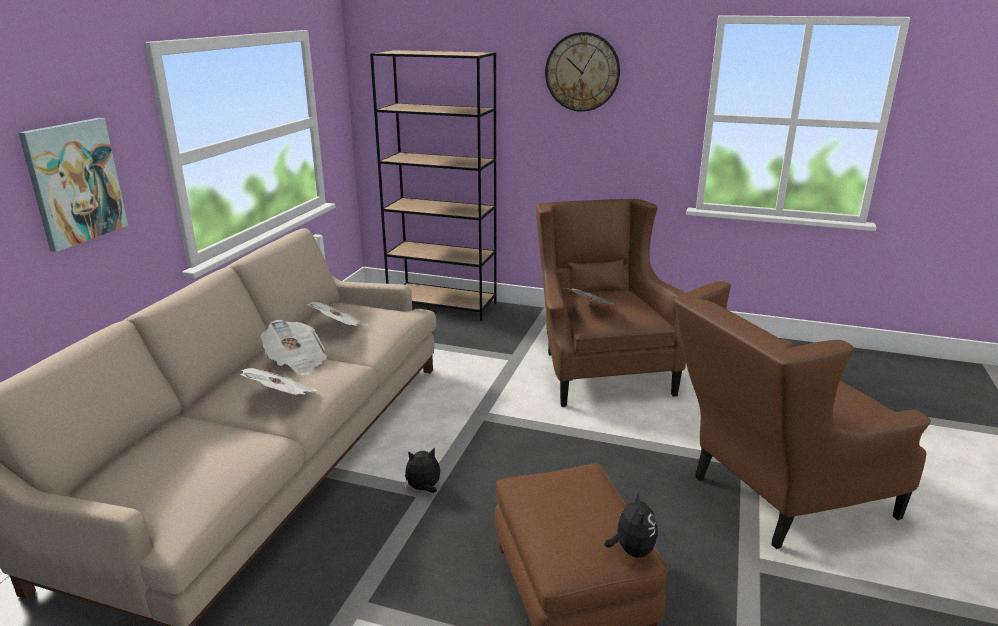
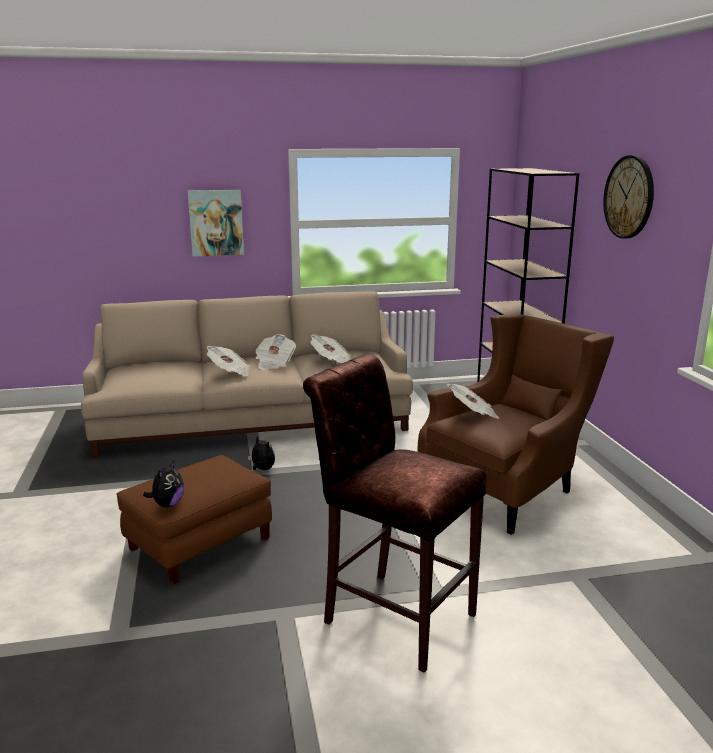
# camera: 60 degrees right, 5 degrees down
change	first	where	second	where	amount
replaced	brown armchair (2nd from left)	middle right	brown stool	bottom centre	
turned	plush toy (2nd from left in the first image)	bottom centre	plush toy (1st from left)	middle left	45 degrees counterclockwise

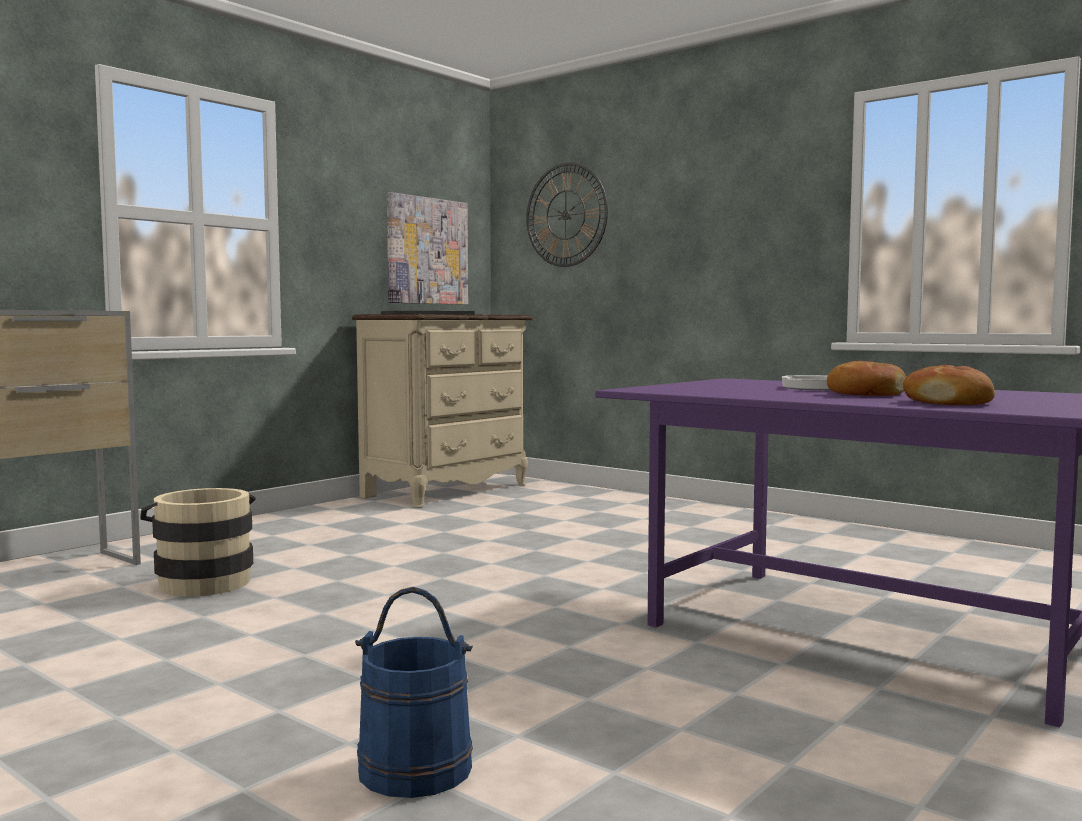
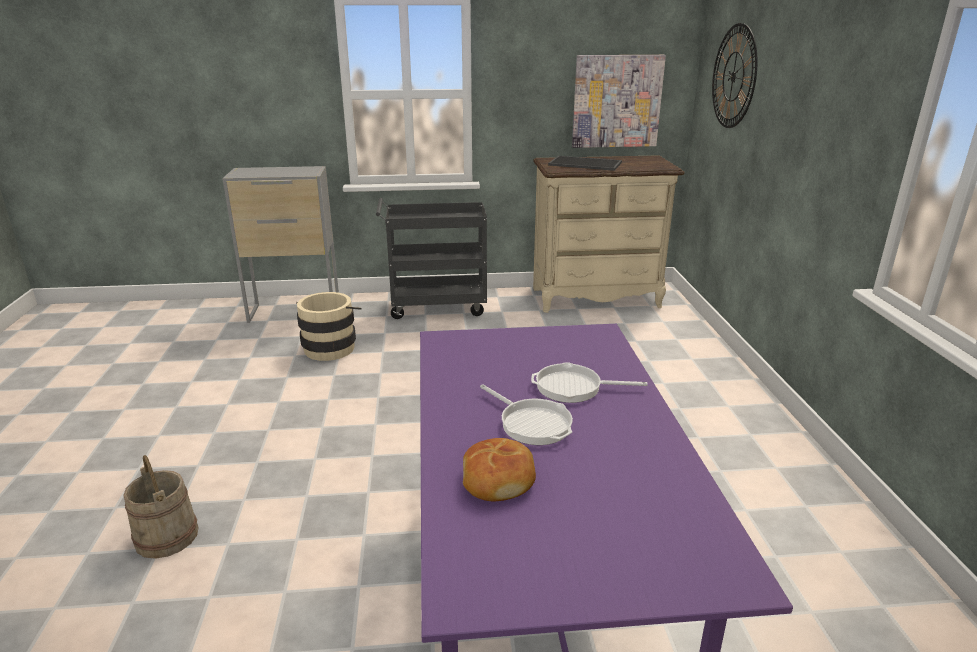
# camera: 45 degrees right, 20 degrees up
change	first	where	second	where	amount
replaced	bread (1st from left)	middle right	frying pan (1st from left)	centre	
recoloured	blue bucket	bottom centre	beige bucket (1st from left)	bottom left	
added			grey cart	centre	

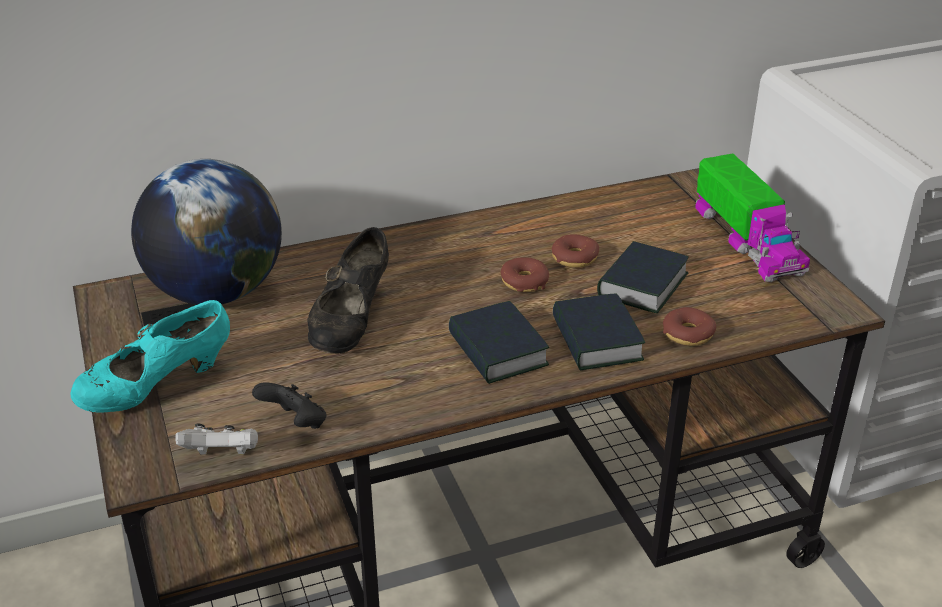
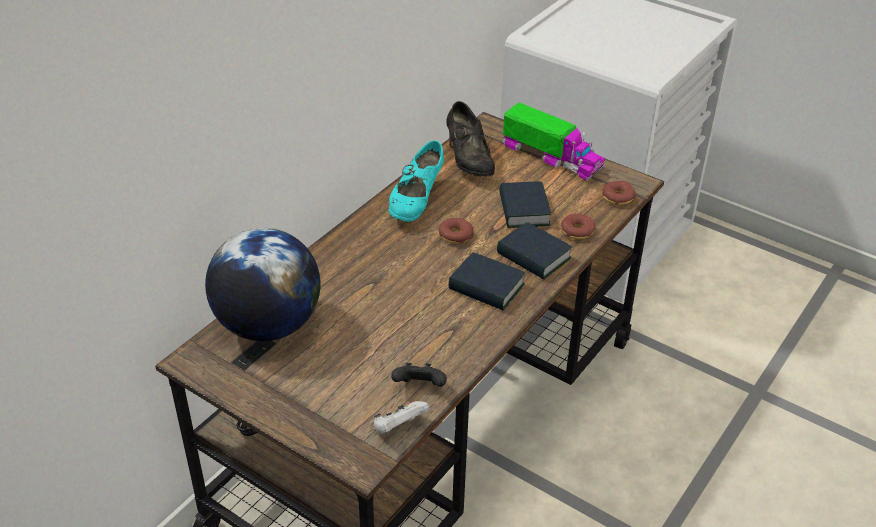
# camera: 35 degrees left, 5 degrees up
change	first	where	second	where	amount
moved	black shoe	centre		top centre	
moved	donut (2nd from left in the first image)	centre	donut (3rd from left)	middle right	
moved	turquoise shoe	middle left		centre	

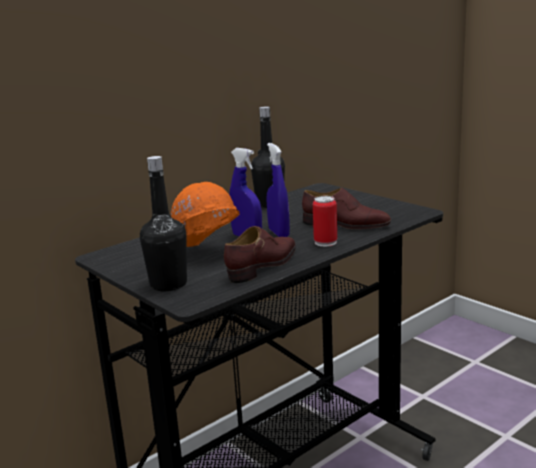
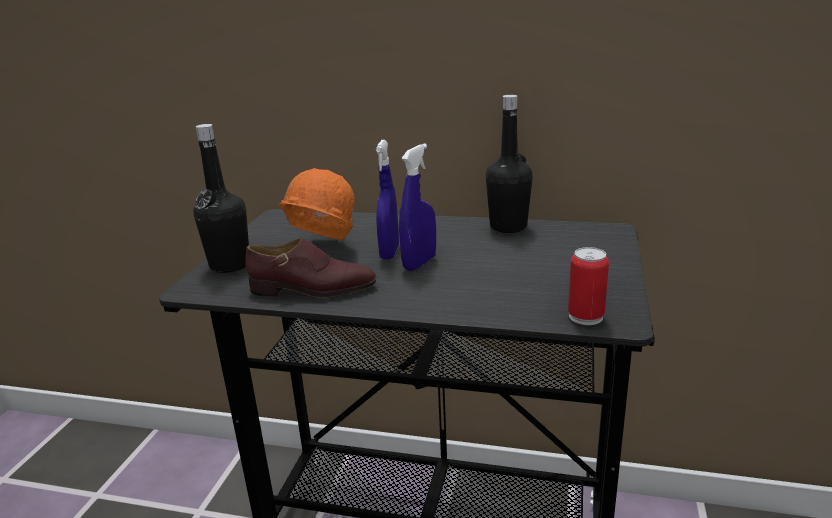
# camera: 55 degrees right, 5 degrees up
change	first	where	second	where	amount
removed	brown shoe (2nd from left)	centre			
moved	can	centre		middle right	

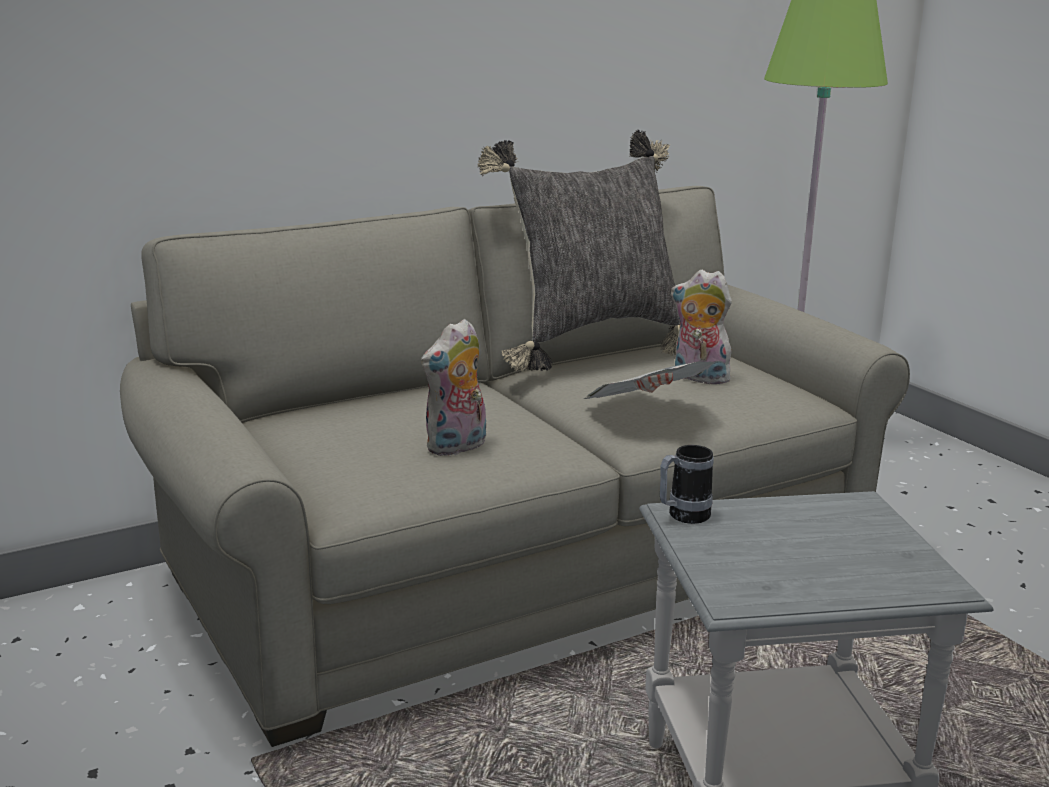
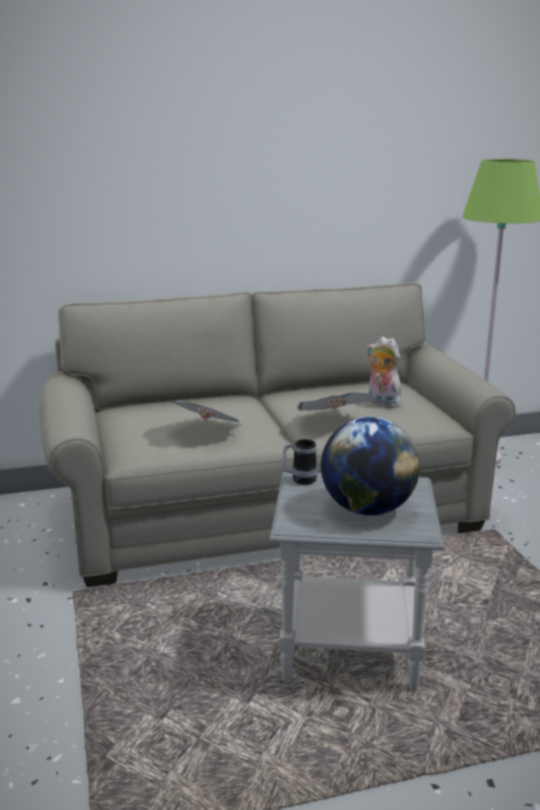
# camera: 15 degrees right, 0 degrees up
change	first	where	second	where	amount
removed	pillow	top centre			
replaced	plush toy (1st from left)	centre	newspaper (1st from left)	centre	
added			globe	middle right	

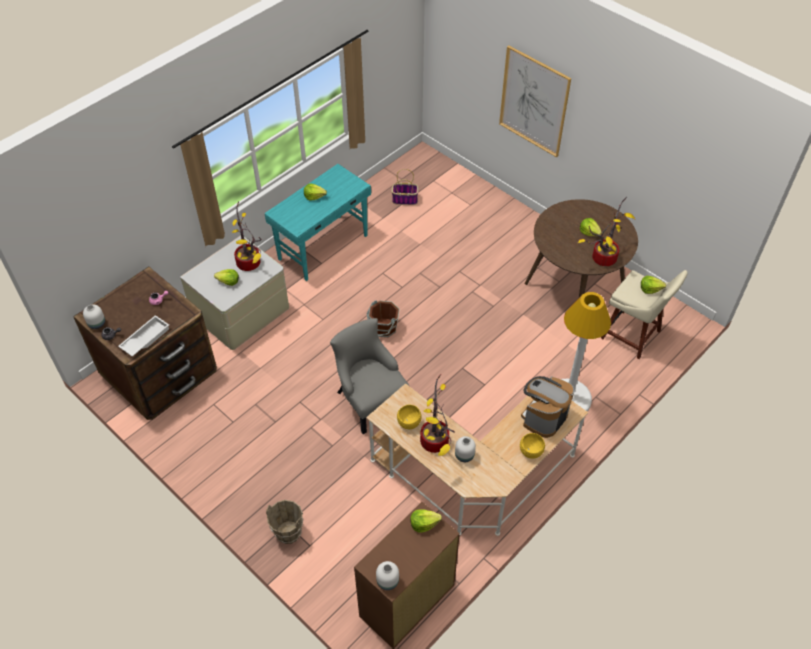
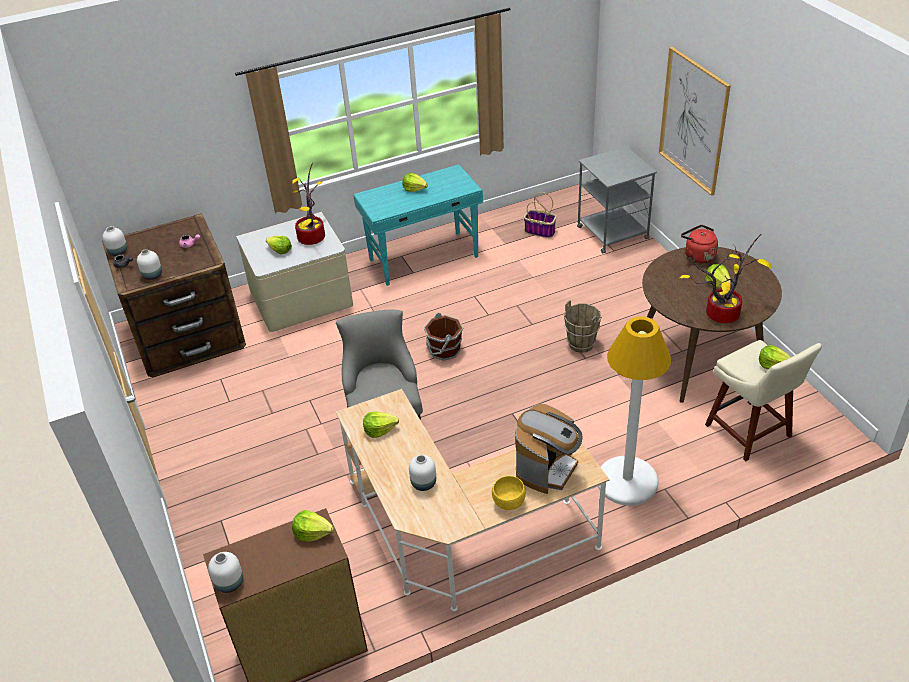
# camera: 25 degrees right, 10 degrees down
change	first	where	second	where	amount
replaced	white tray	middle left	white vase (2nd from left)	middle left	
removed	potted plant (2nd from left)	centre			
turned	coffee machine	middle right		centre	150 degrees clockwise
replaced	yellow bowl (1st from left)	centre	lettuce (3rd from left)	centre	
moved	brown bucket (1st from left in the first image)	bottom centre	brown bucket (2nd from left)	centre	
added			grey cart	top right	
added			red kettle	middle right	

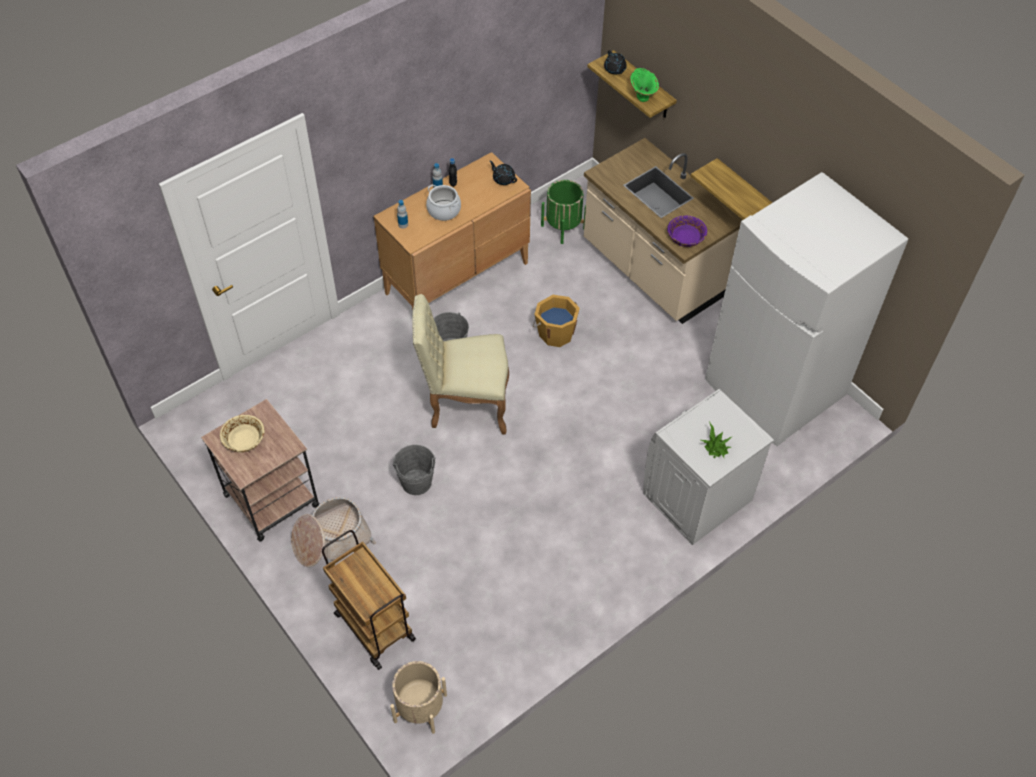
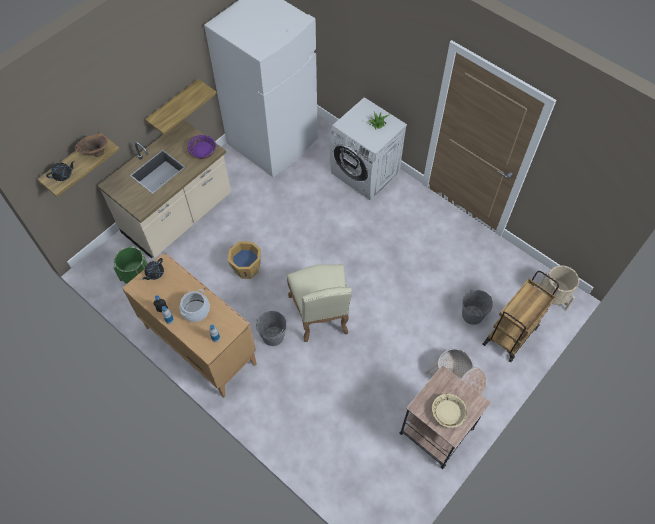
# camera: 100 degrees left, 5 degrees up
change	first	where	second	where	amount
recoloured	green vase	top centre	brown vase	top left	
moved	grey bucket (1st from left in the first image)	centre	grey bucket (2nd from left)	middle right	

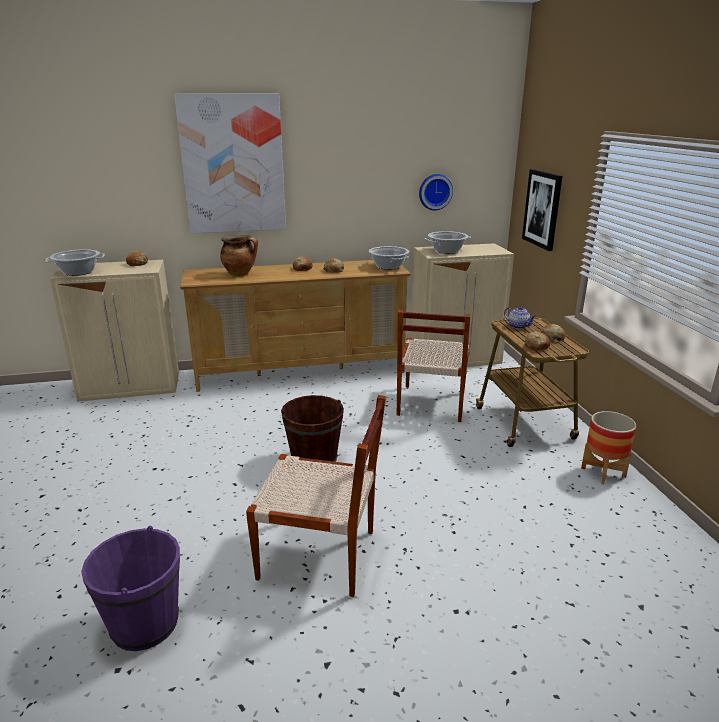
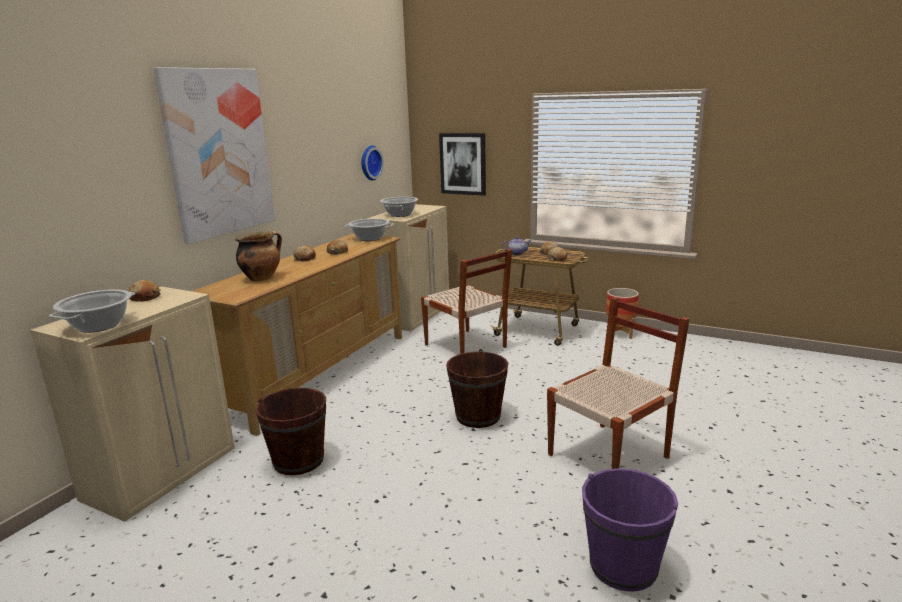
# camera: 50 degrees left, 5 degrees down
change	first	where	second	where	amount
added			brown bucket (1st from left)	bottom left	

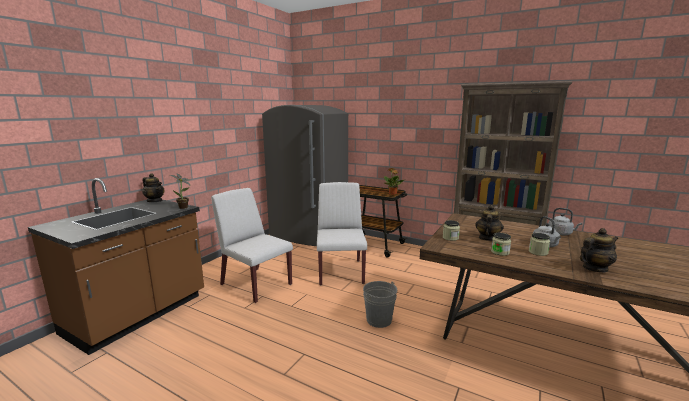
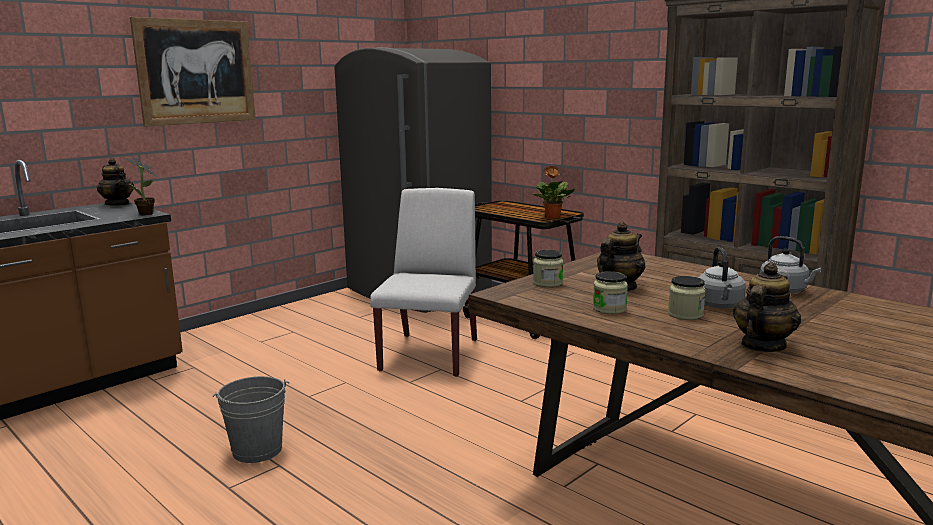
# camera: 15 degrees right, 0 degrees up
change	first	where	second	where	amount
removed	white chair (1st from left)	centre			
turned	teapot (3rd from left)	middle right		middle right	45 degrees counterclockwise
moved	grey bucket	bottom centre		bottom left	
added			picture	top left	

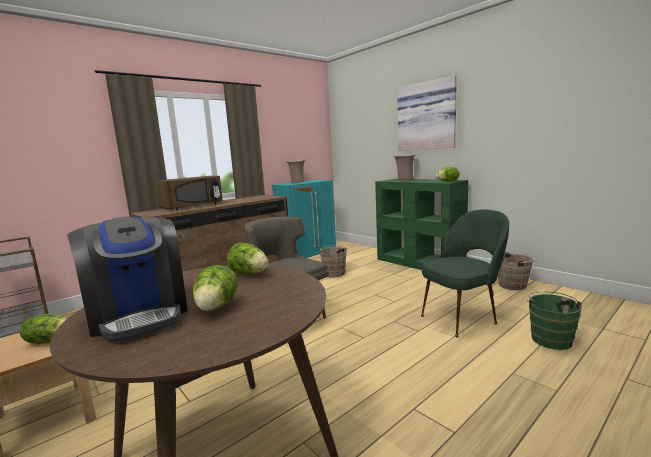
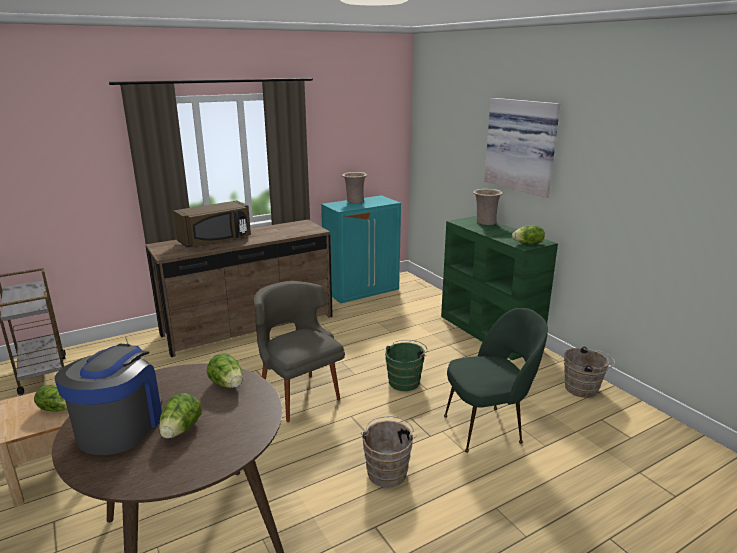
# camera: 10 degrees right, 10 degrees up
change	first	where	second	where	amount
turned	coffee machine	middle left		bottom left	150 degrees counterclockwise
moved	brown bucket (1st from left)	centre		bottom centre	
moved	green bucket	bottom right		centre	

